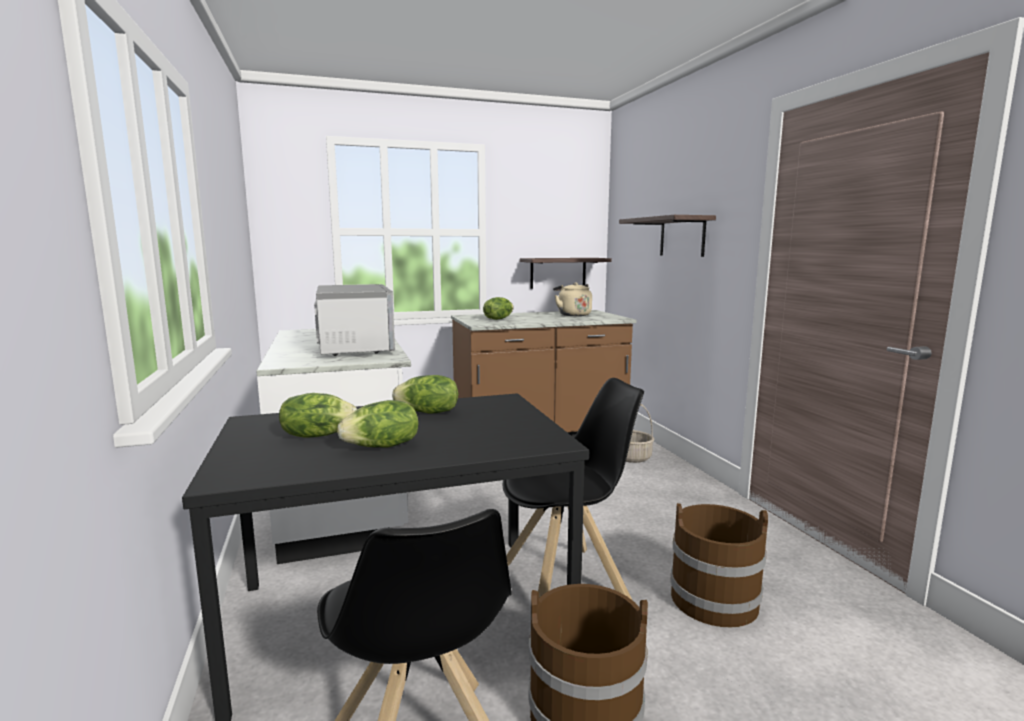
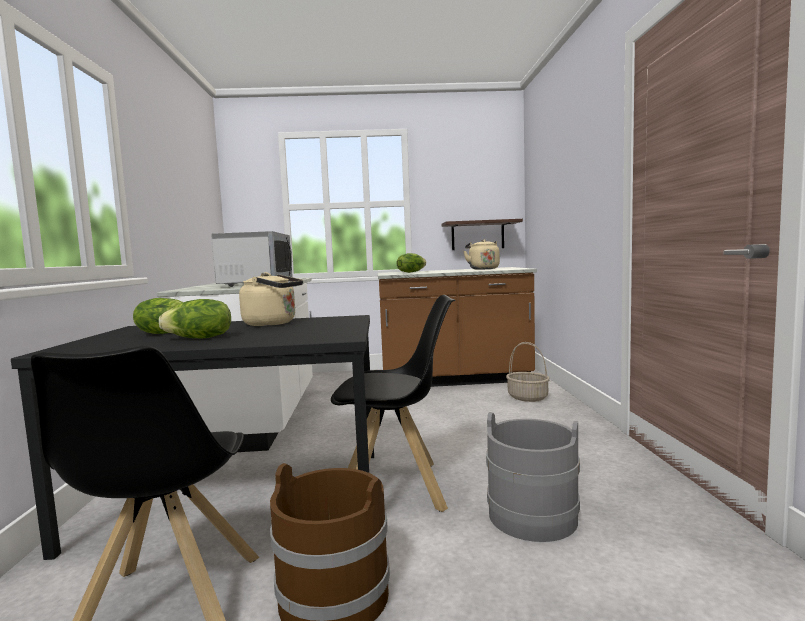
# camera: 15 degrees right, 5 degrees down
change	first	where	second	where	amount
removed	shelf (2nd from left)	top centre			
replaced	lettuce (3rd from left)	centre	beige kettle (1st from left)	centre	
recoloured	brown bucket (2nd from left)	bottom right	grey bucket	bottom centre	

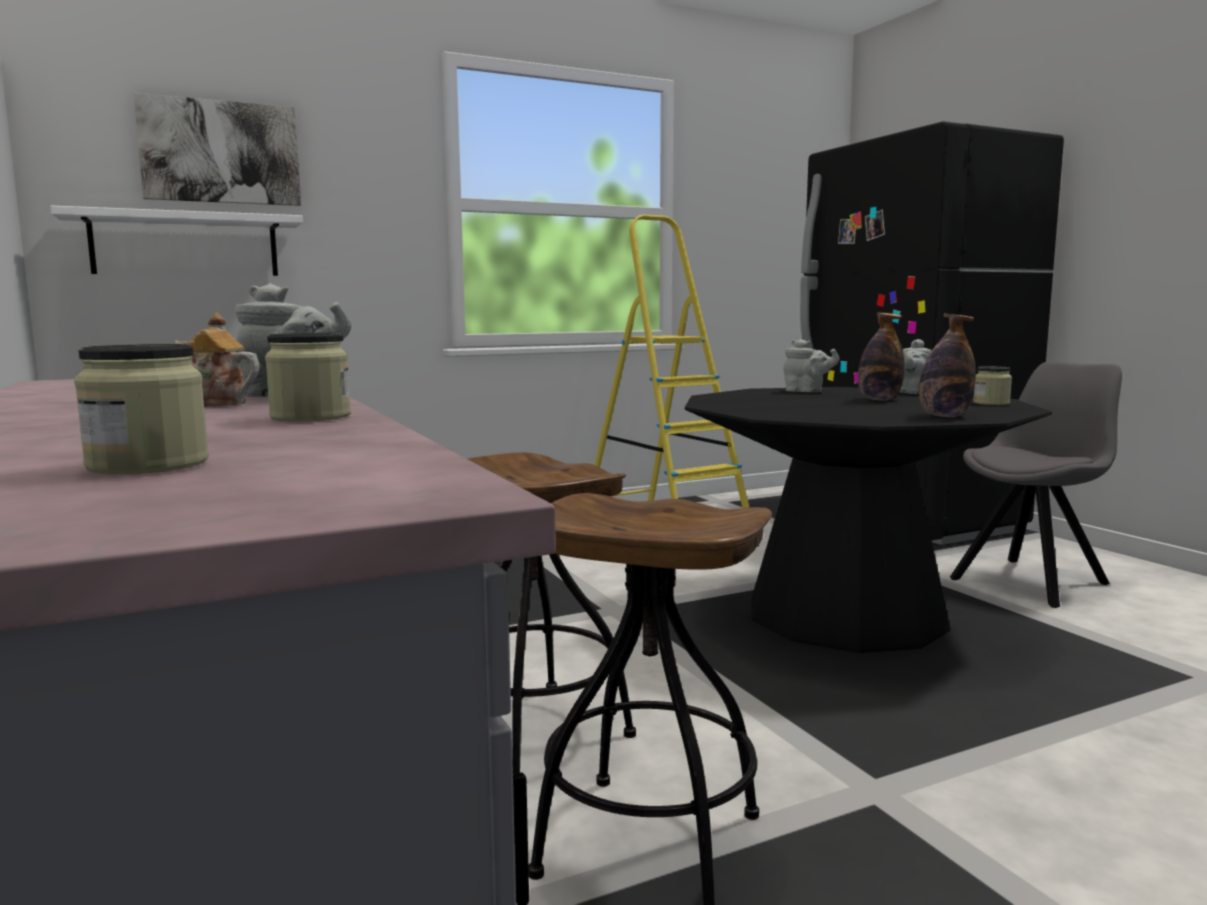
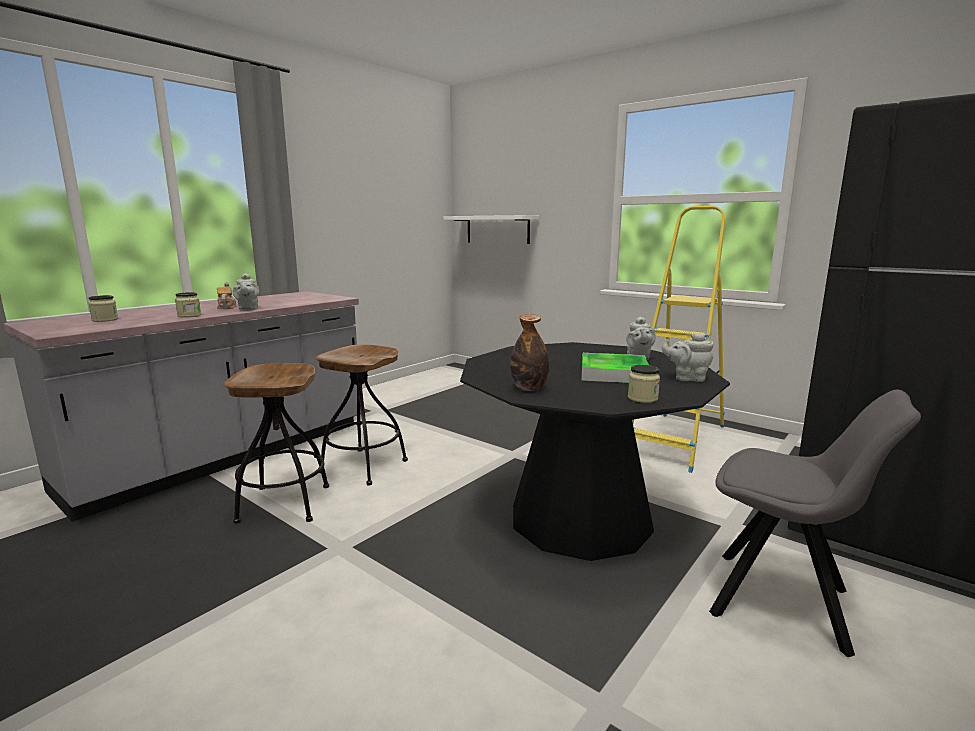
# camera: 65 degrees right, 5 degrees up
change	first	where	second	where	amount
removed	picture	top left			
replaced	bottle (1st from left)	middle right	tray	centre	

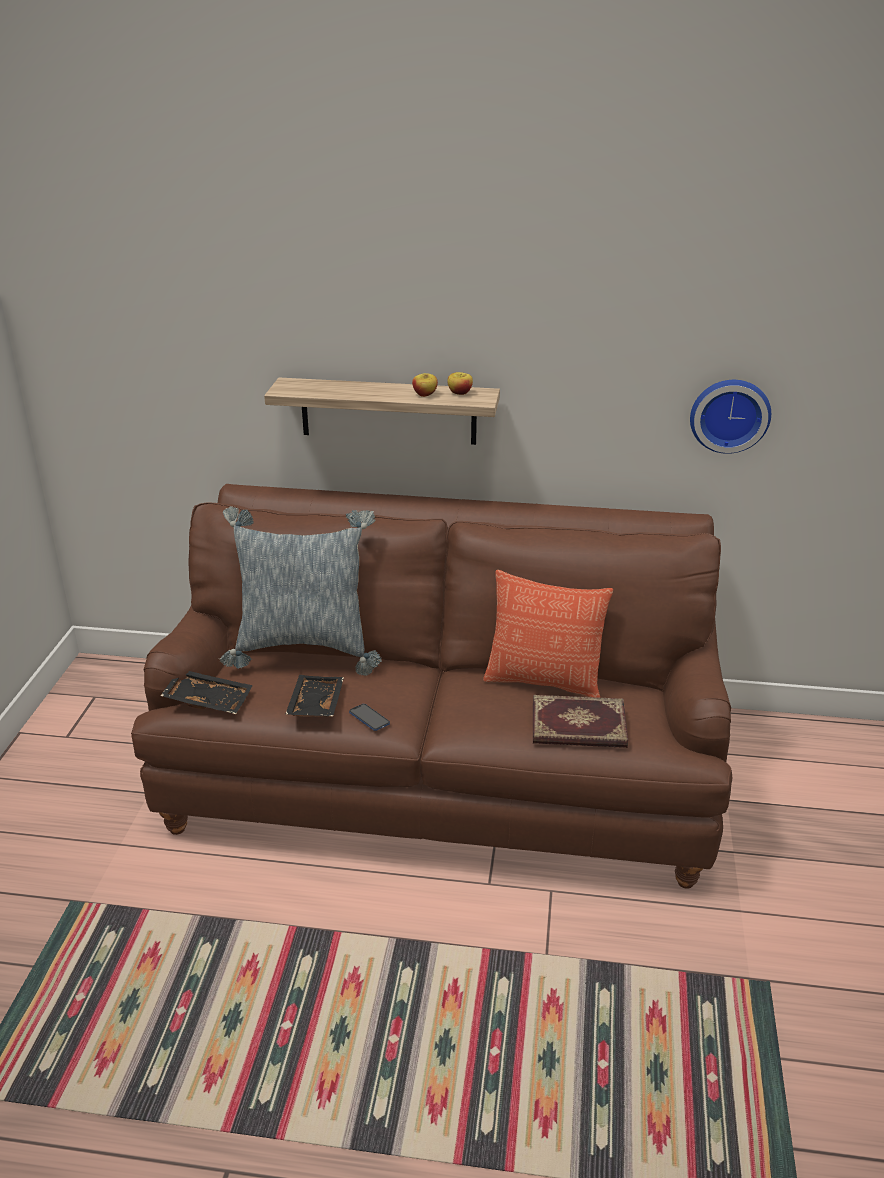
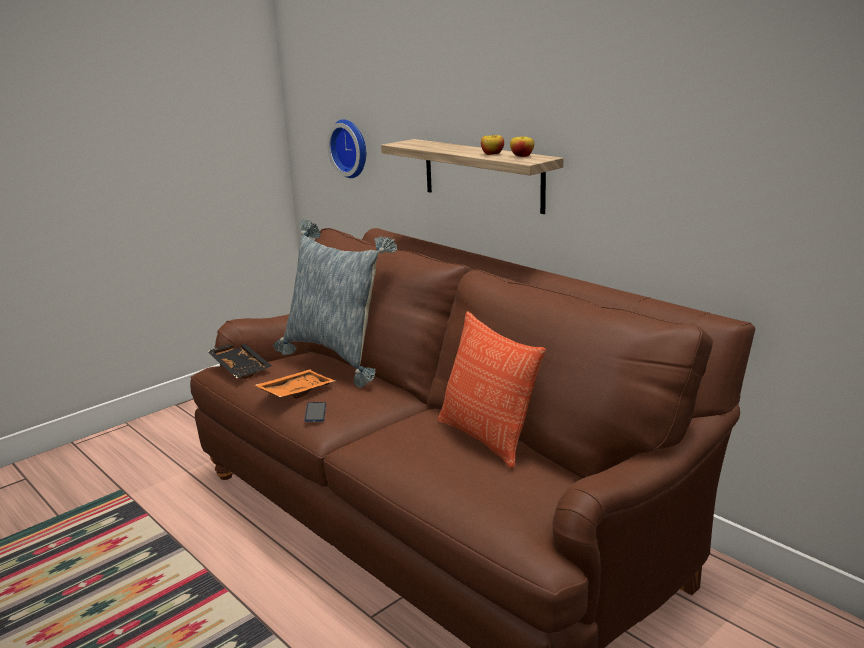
# camera: 40 degrees right, 10 degrees down
change	first	where	second	where	amount
moved	wall clock	middle right		top centre	
recoloured	black tray (2nd from left)	centre	orange tray	centre	
removed	book	centre			

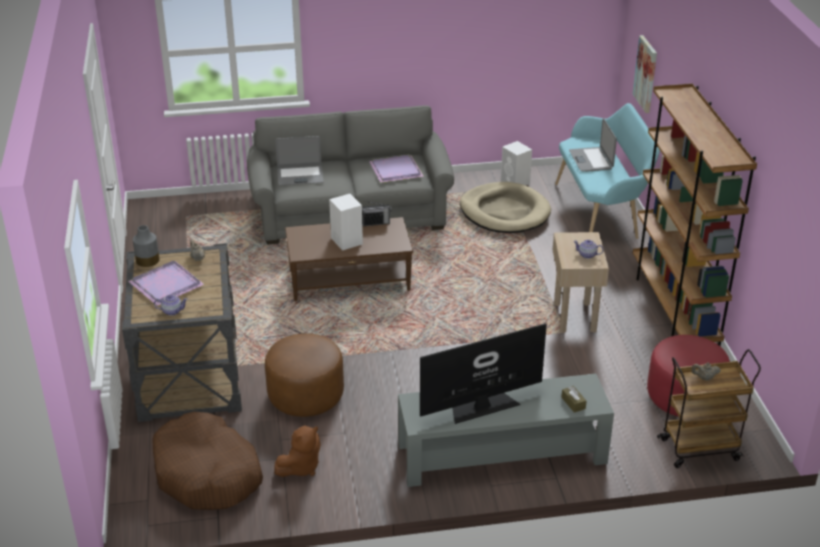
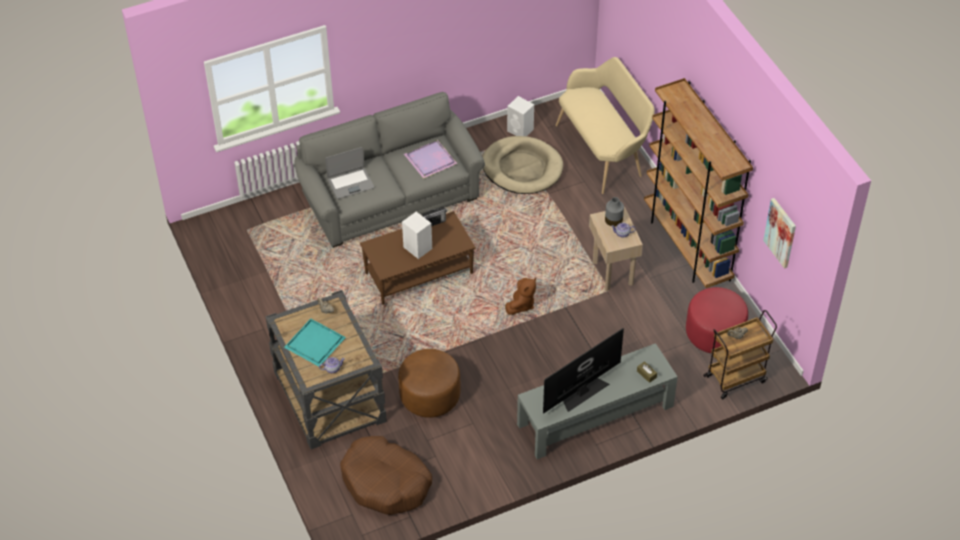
# camera: 15 degrees left, 15 degrees up
change	first	where	second	where	amount
moved	picture	top right		middle right	
recoloured	turquoise bench	top right	beige bench	top centre	
removed	laptop (2nd from left)	top right			
moved	grey vase	middle left		centre	
recoloured	purple tray (1st from left)	middle left	turquoise tray	middle left	
moved	brown plush toy	bottom centre		centre	

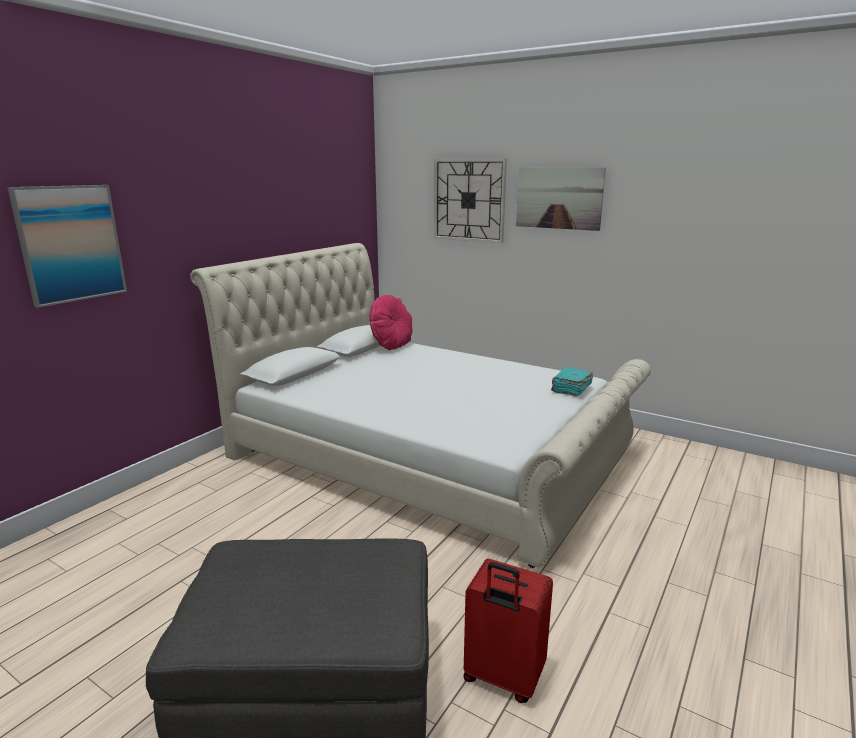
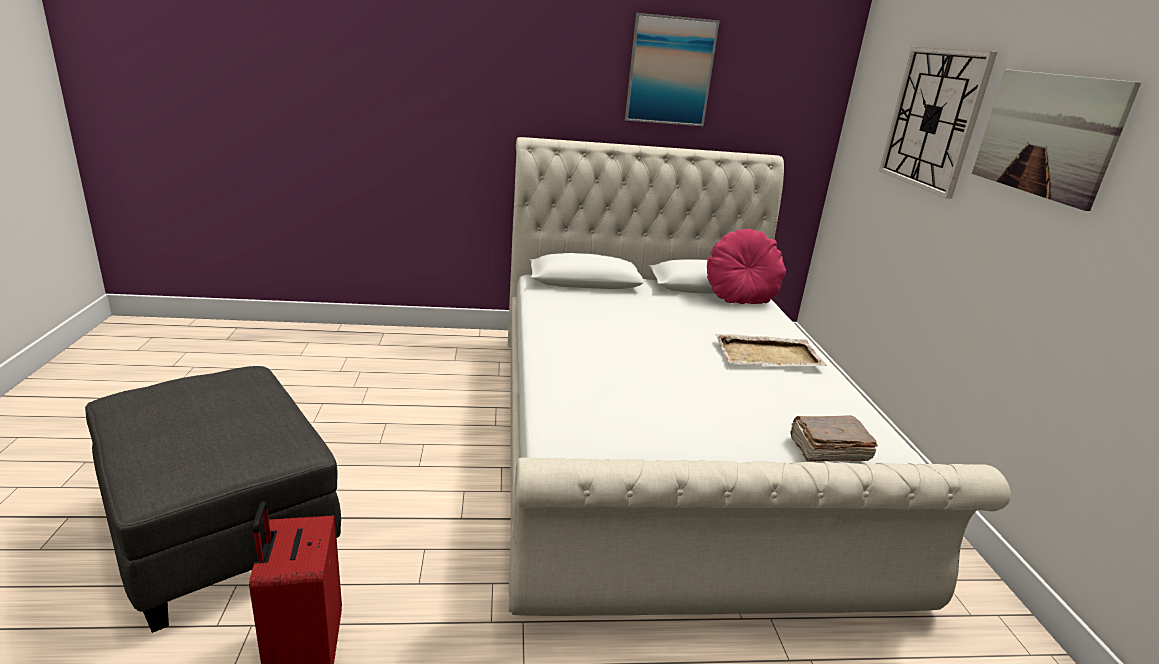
# camera: 50 degrees right, 5 degrees up
change	first	where	second	where	amount
moved	picture (1st from left)	middle left		top centre	
recoloured	turquoise book	middle right	brown book	middle right	
added			beige tray	centre	

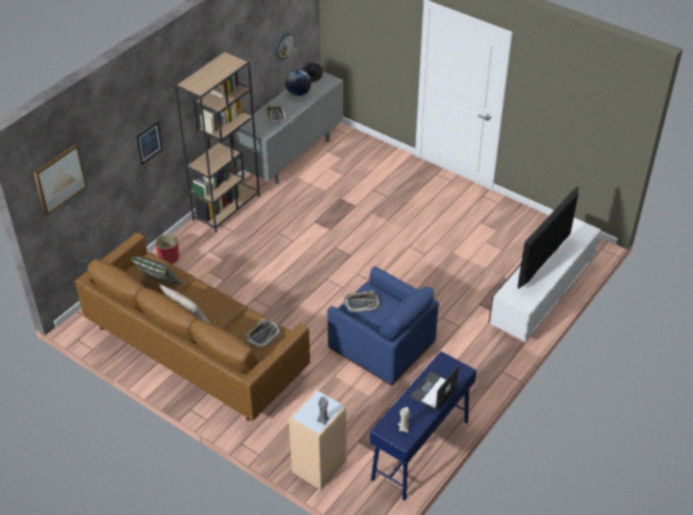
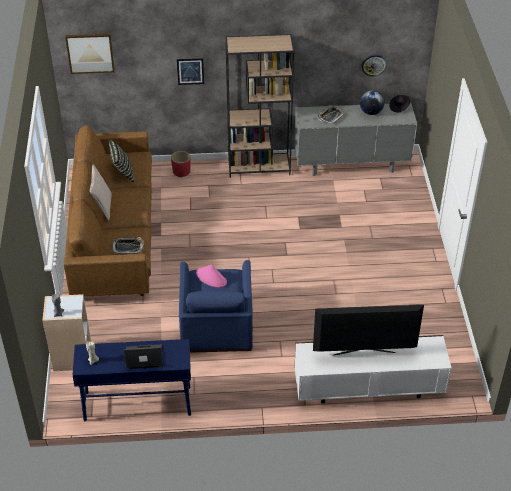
# camera: 50 degrees right, 0 degrees up
change	first	where	second	where	amount
replaced	tray (3rd from left)	centre	pink hat	centre	

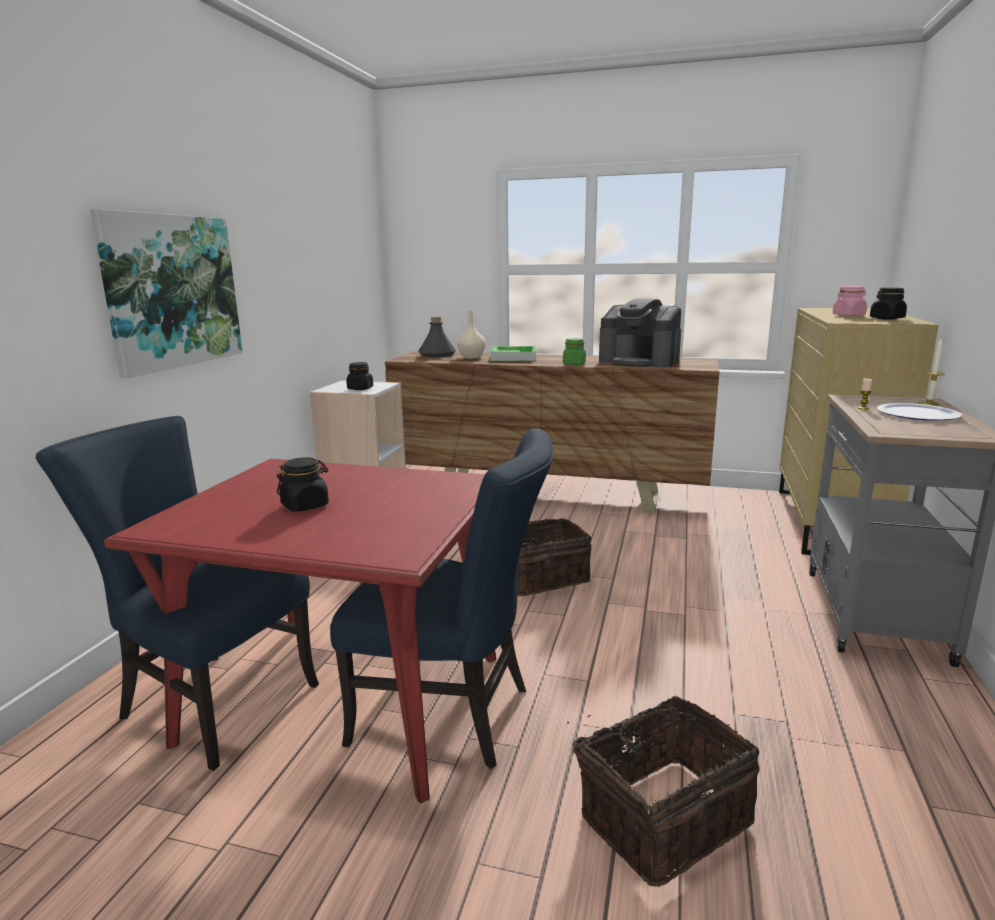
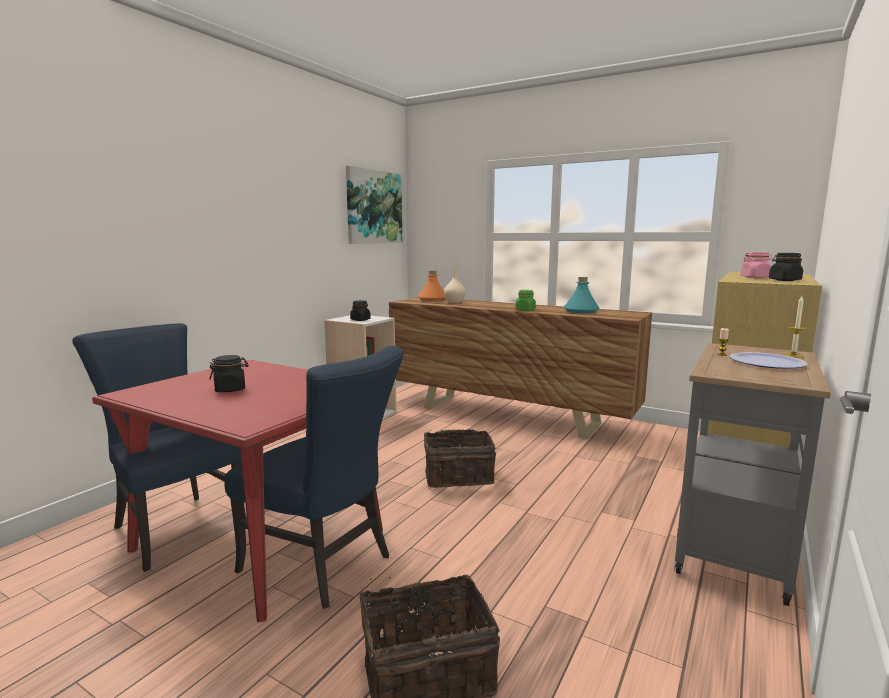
# camera: 15 degrees right, 5 degrees down
change	first	where	second	where	amount
moved	picture	top left		top centre	
replaced	coffee machine	centre	turquoise bottle	centre	
recoloured	grey bottle	centre	orange bottle	centre	
removed	tray	centre			

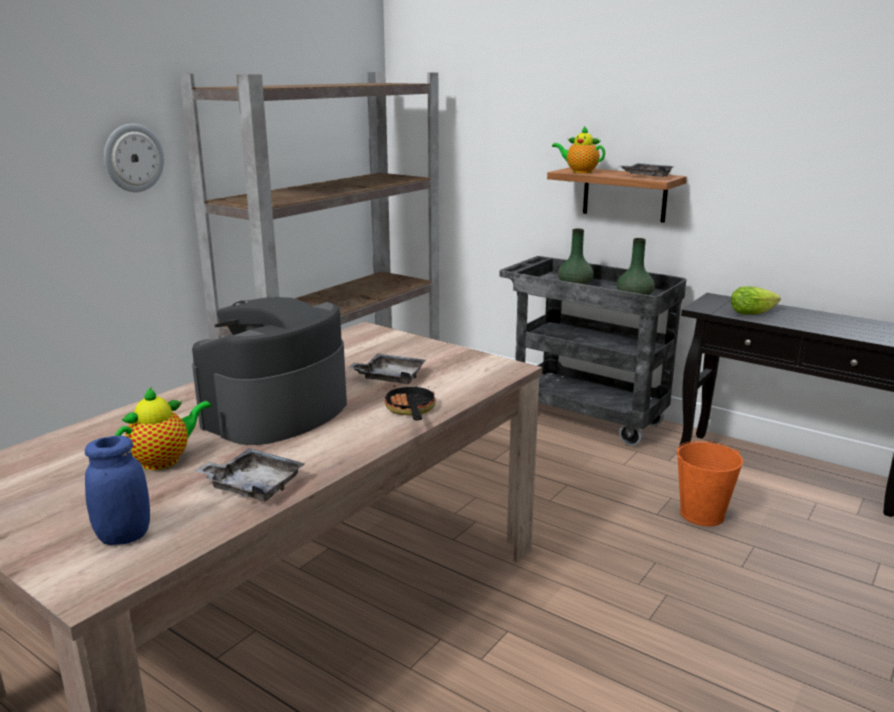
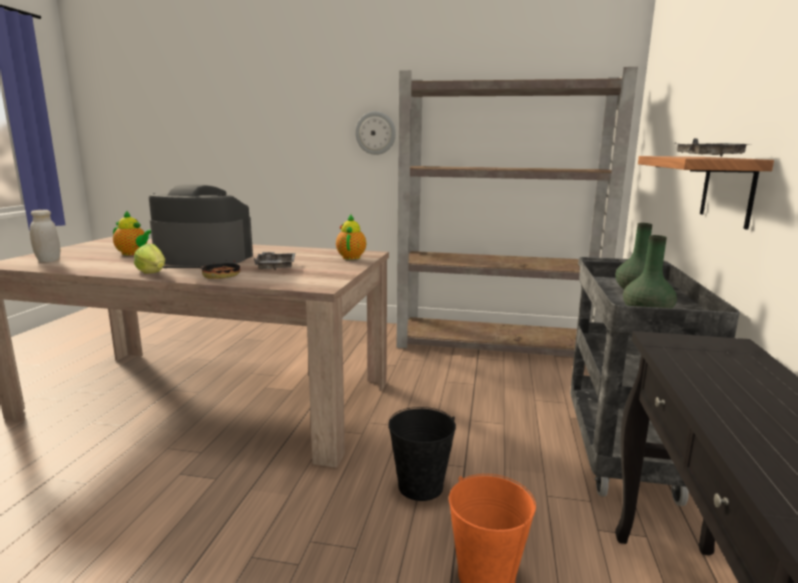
# camera: 65 degrees right, 5 degrees down
change	first	where	second	where	amount
moved	teapot (2nd from left)	top centre		centre	
moved	lettuce	middle right		middle left	
recoloured	blue jar	bottom left	white jar	middle left	
removed	grey tray (1st from left)	bottom left			
added			black bucket	bottom centre	

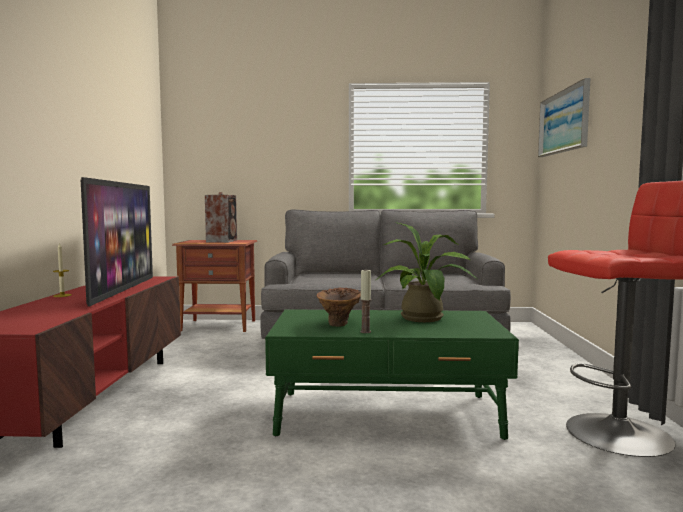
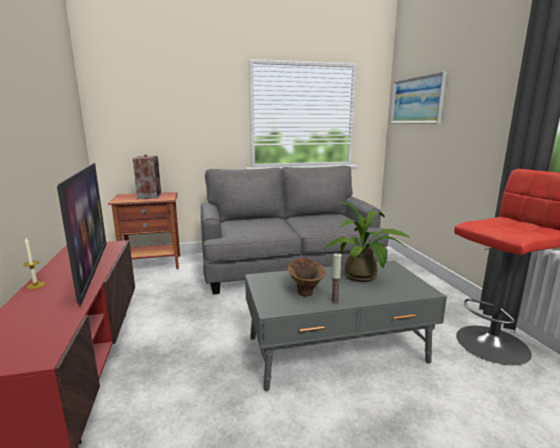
# camera: 15 degrees left, 10 degrees up
change	first	where	second	where	amount
recoloured	green coffee table	bottom centre	grey coffee table	bottom centre	

